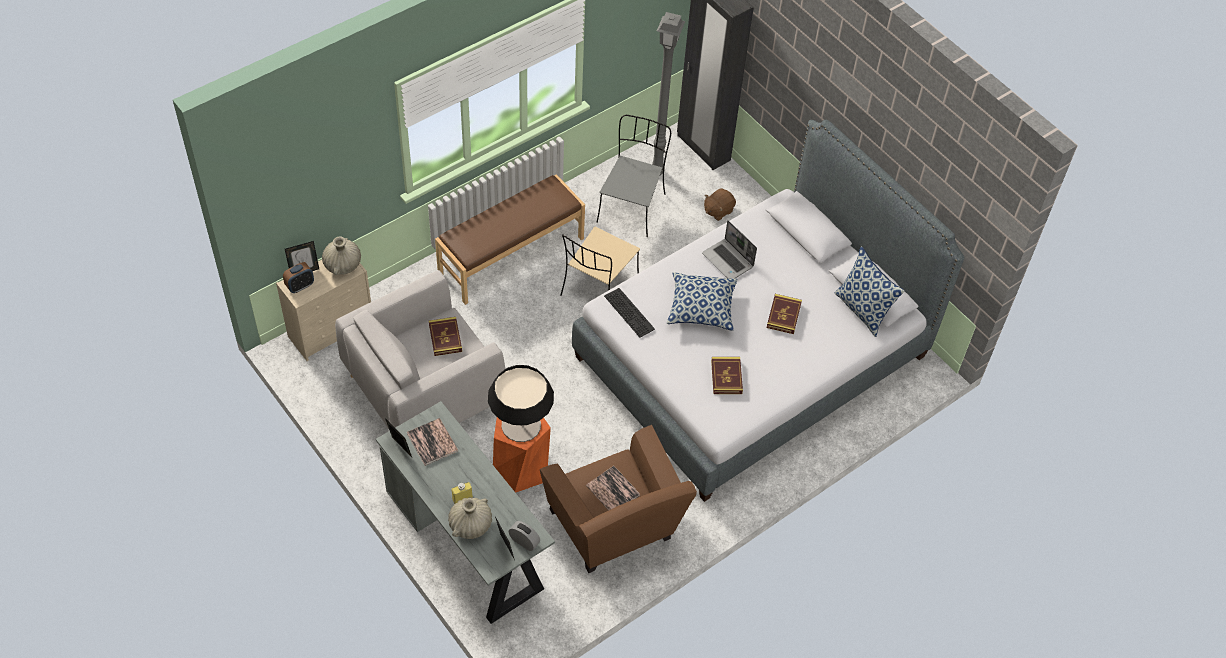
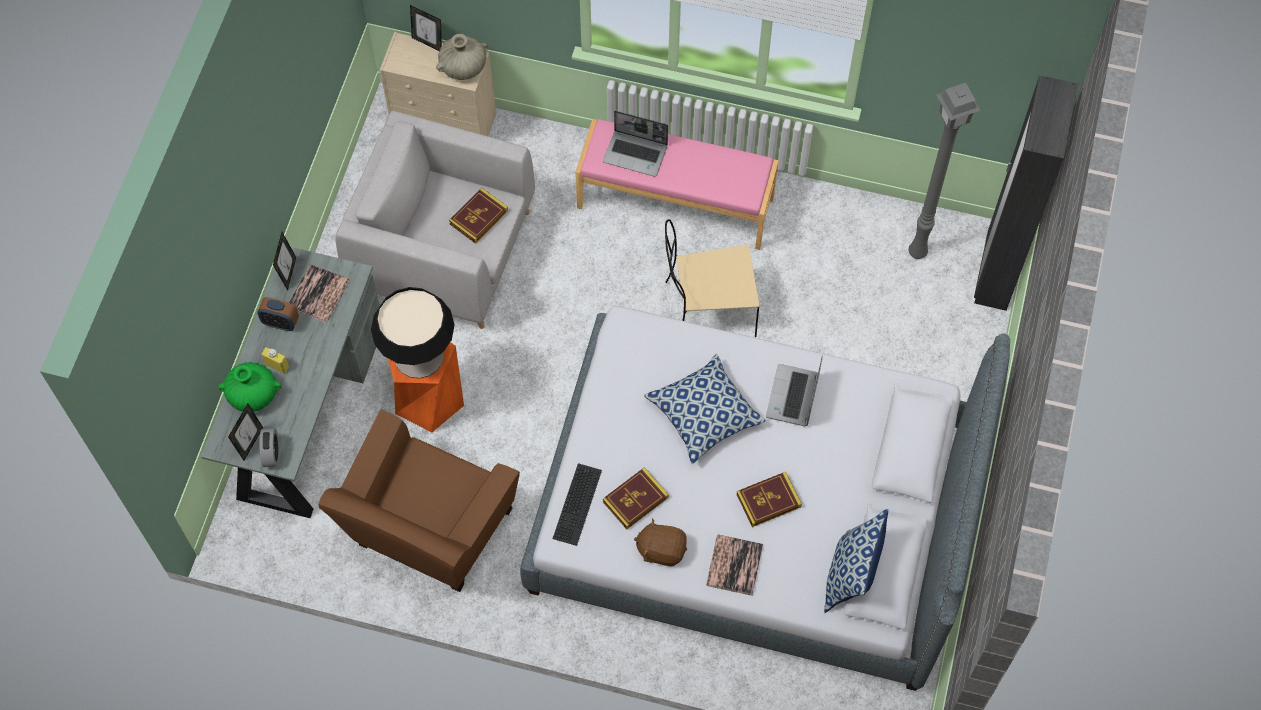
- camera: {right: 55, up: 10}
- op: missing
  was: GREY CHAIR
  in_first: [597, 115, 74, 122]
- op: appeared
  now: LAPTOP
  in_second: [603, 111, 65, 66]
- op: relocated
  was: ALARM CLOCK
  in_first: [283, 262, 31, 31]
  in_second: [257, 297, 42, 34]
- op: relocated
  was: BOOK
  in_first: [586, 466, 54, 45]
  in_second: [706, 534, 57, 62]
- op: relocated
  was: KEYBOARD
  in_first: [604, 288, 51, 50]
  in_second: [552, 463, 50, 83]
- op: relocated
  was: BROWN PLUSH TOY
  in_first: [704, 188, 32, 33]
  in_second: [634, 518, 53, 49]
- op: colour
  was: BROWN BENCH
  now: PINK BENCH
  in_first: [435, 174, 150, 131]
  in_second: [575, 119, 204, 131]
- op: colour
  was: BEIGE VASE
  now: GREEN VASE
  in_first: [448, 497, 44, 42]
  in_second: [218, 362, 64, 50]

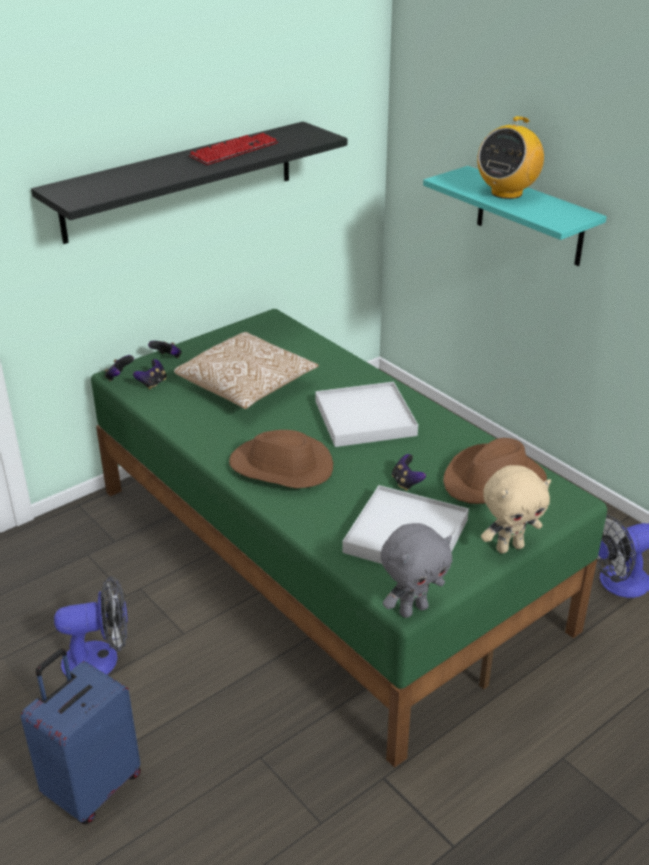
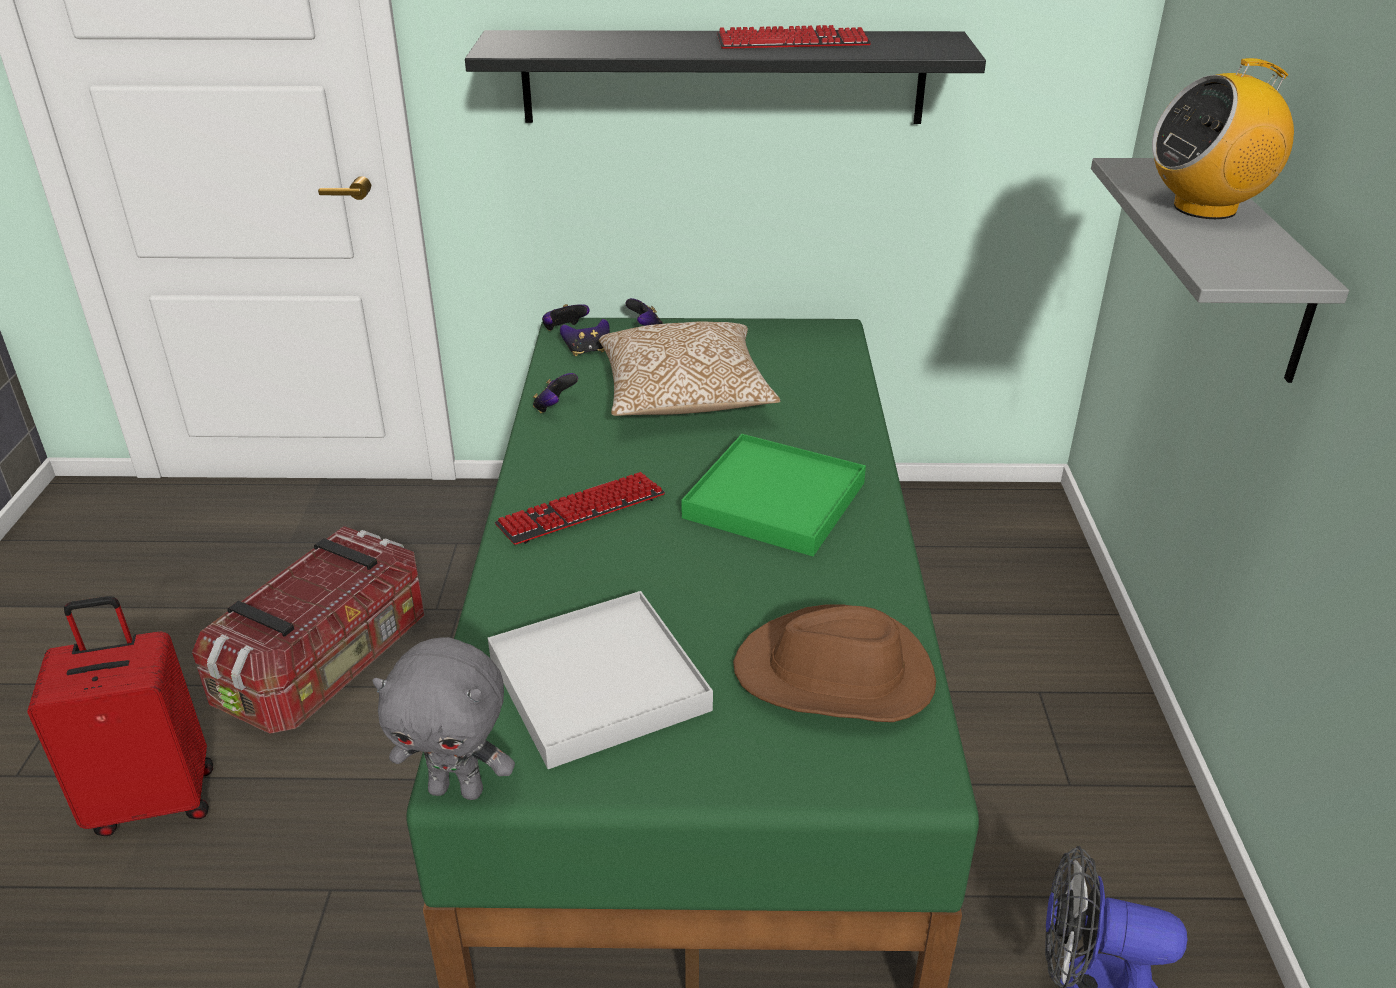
- camera: {right: 40, up: 0}
- op: missing
  was: BEIGE PLUSH TOY
  in_first: [481, 465, 70, 88]
- op: relocated
  was: GAME CONTROLLER
  in_first: [392, 454, 34, 37]
  in_second: [533, 373, 45, 41]
- op: exchanged
  was: FAN
  now: STORAGE BOX
  in_first: [54, 576, 74, 101]
  in_second: [192, 526, 232, 208]
- op: exchanged
  was: BROWN HAT
  now: KEYBOARD
  in_first: [229, 430, 104, 58]
  in_second: [495, 472, 170, 73]
- op: colour
  was: BLUE SUITCASE
  now: RED SUITCASE
  in_first: [21, 648, 120, 176]
  in_second: [28, 596, 185, 240]
- op: colour
  was: WHITE TRAY
  now: GREEN TRAY
  in_first: [316, 382, 102, 65]
  in_second: [682, 434, 184, 122]
- op: colour
  was: TURQUOISE SHELF
  now: GREY SHELF
  in_first: [423, 166, 184, 100]
  in_second: [1091, 158, 258, 225]

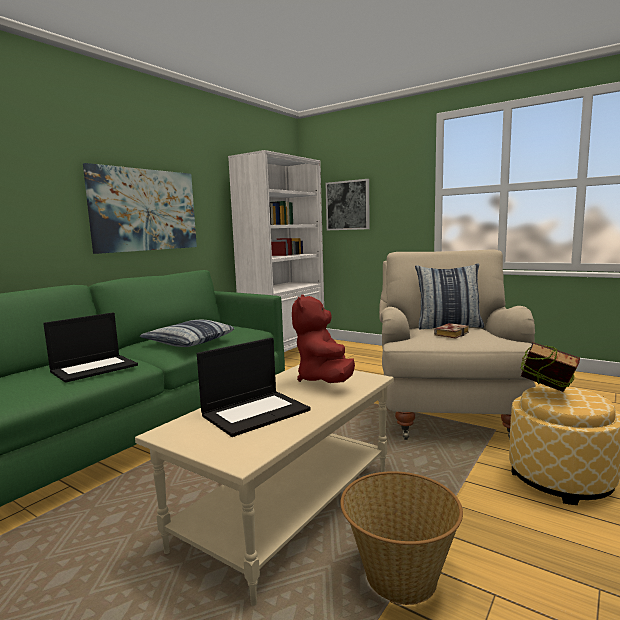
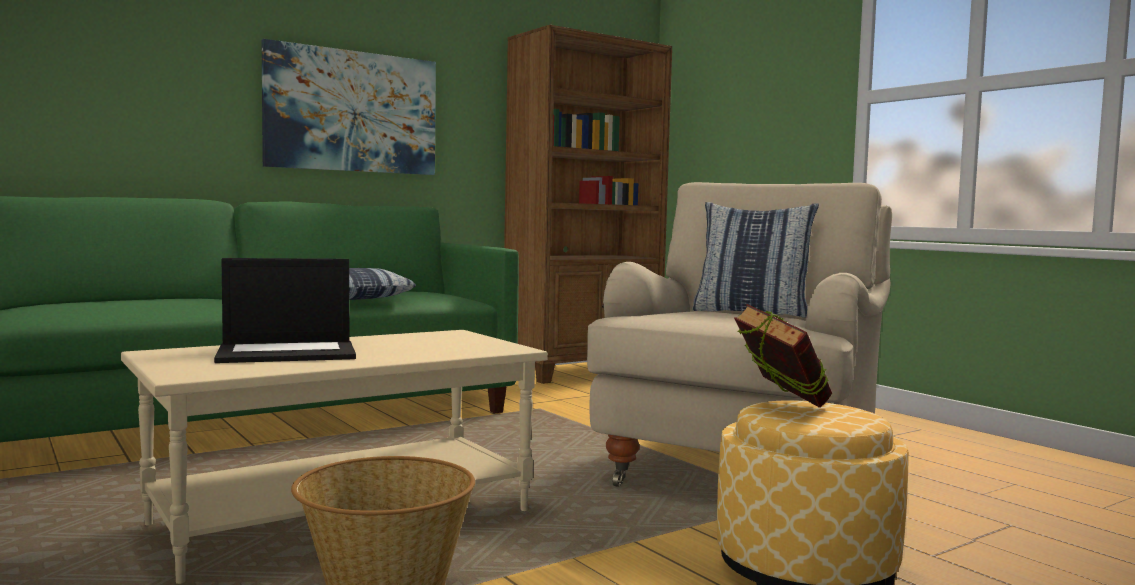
- camera: {right: 20, up: -5}
- op: missing
  was: LAPTOP
  in_first: [43, 312, 95, 71]
- op: missing
  was: RED PLUSH TOY
  in_first: [292, 295, 63, 88]
- op: missing
  was: PICTURE
  in_first: [325, 179, 45, 51]
- op: missing
  was: BOOK
  in_first: [434, 323, 35, 15]
- op: colour
  was: WHITE BOOKCASE
  now: BROWN BOOKCASE
  in_first: [228, 150, 96, 202]
  in_second: [504, 25, 168, 359]

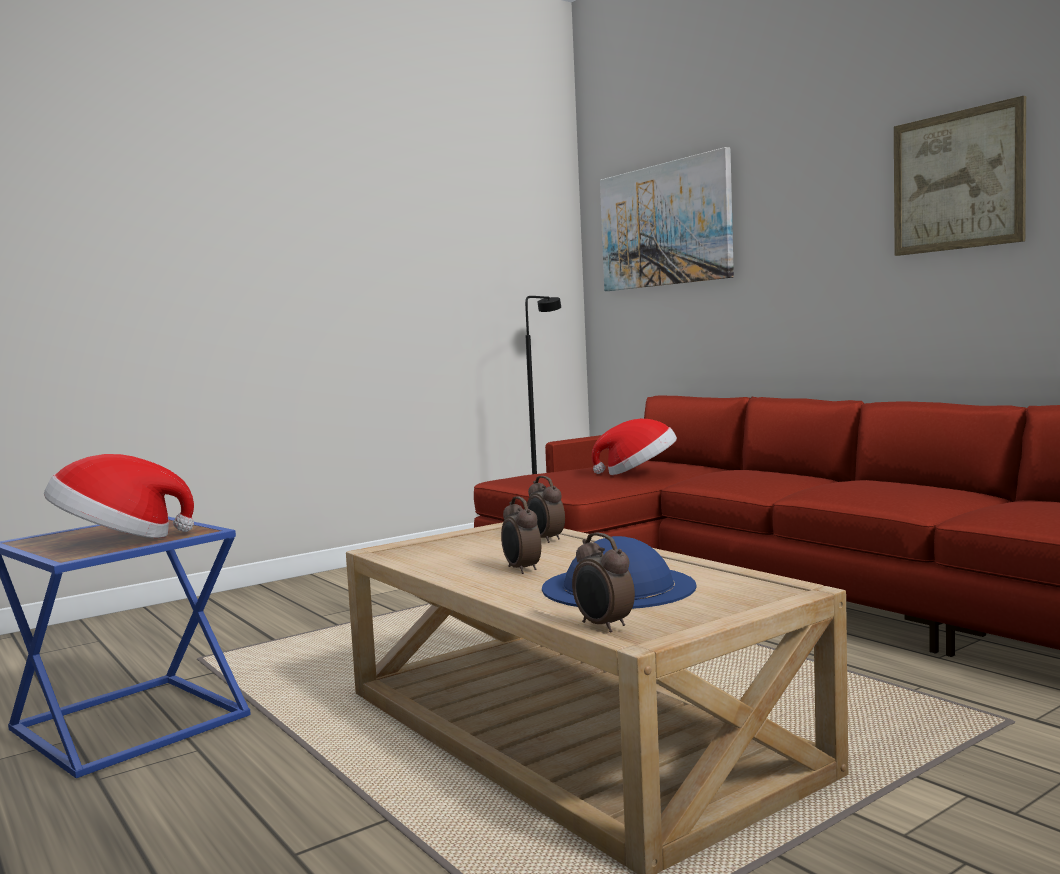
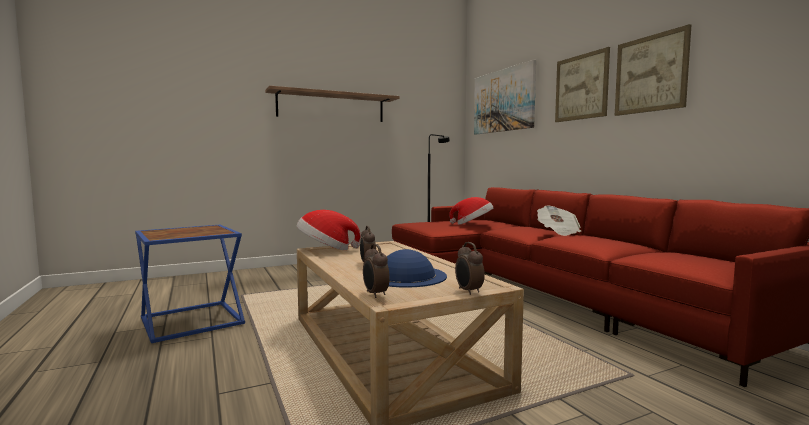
- camera: {right: 10, up: 0}
- op: appeared
  now: SHELF
  in_second: [265, 86, 134, 36]
- op: appeared
  now: NEWSPAPER
  in_second: [537, 205, 44, 31]
- op: appeared
  now: PICTURE
  in_second: [555, 47, 55, 75]
- op: relocated
  was: HAT
  in_first: [44, 454, 150, 84]
  in_second: [297, 210, 64, 40]
- op: relocated
  was: ALARM CLOCK
  in_first: [527, 476, 38, 67]
  in_second: [455, 242, 30, 53]

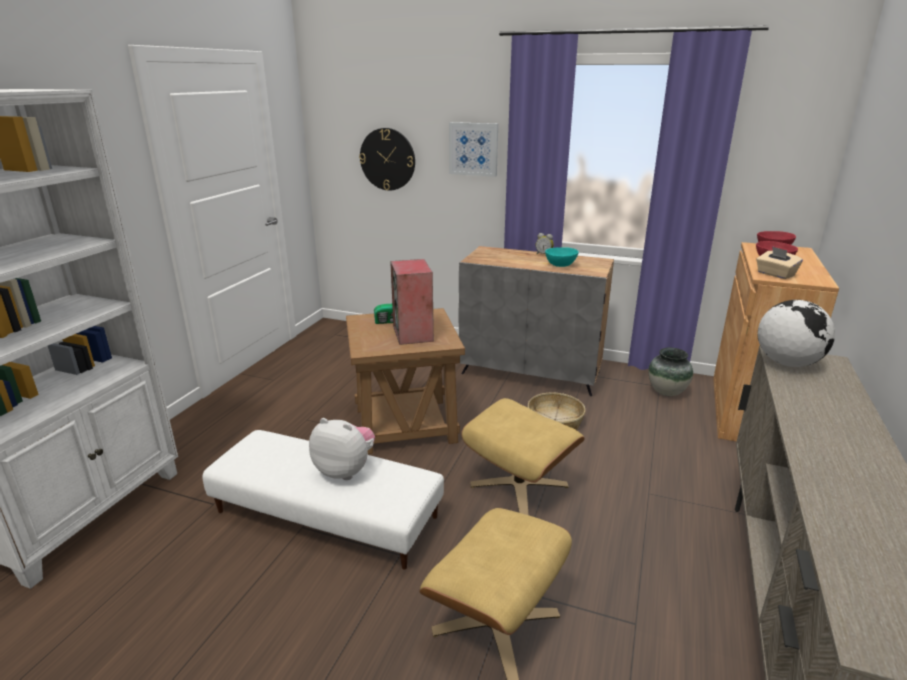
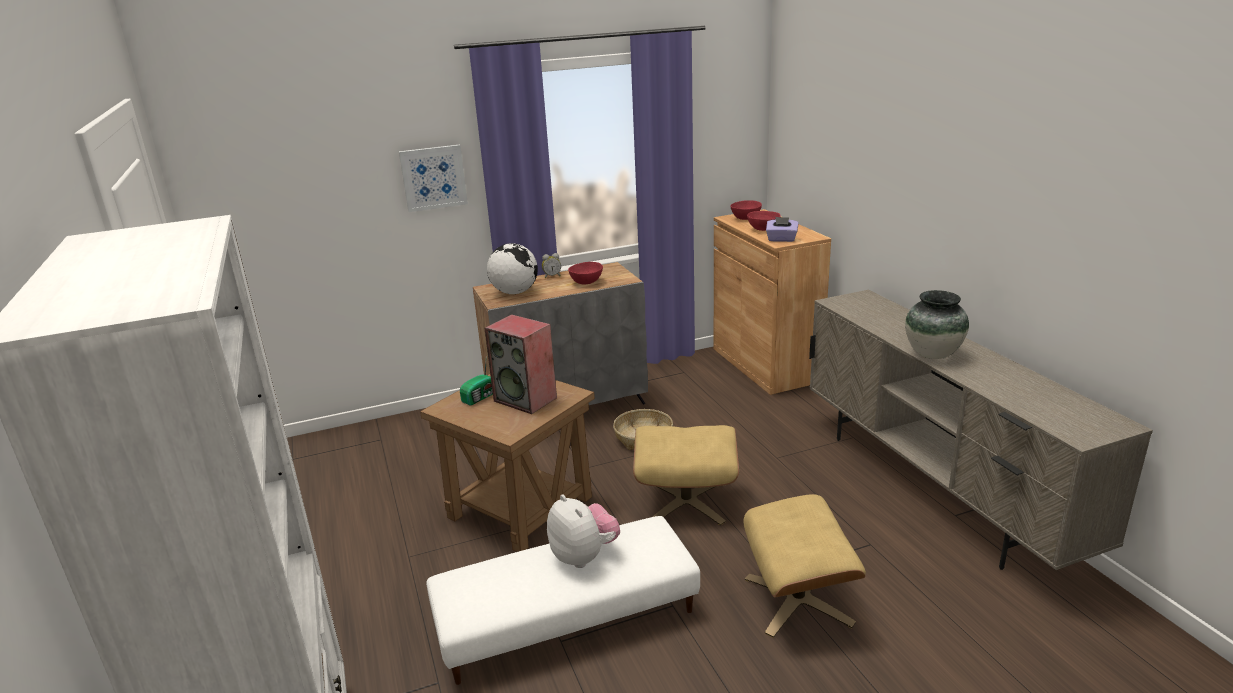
- camera: {right: -40, up: 0}
- op: missing
  was: WALL CLOCK
  in_first: [359, 128, 56, 63]
- op: relocated
  was: VASE
  in_first: [648, 347, 45, 49]
  in_second: [905, 290, 64, 69]
- op: relocated
  was: GLOBE
  in_first: [758, 300, 77, 67]
  in_second: [487, 243, 51, 51]
- op: colour
  was: TURQUOISE BOWL
  now: RED BOWL
  in_first: [545, 247, 34, 20]
  in_second: [568, 262, 35, 22]
- op: colour
  was: BEIGE TISSUE BOX
  now: PURPLE TISSUE BOX
  in_first: [756, 246, 47, 33]
  in_second: [766, 217, 33, 25]
- op: spun
  was: PLUSH TOY
  in_first: [309, 418, 66, 62]
  in_second: [547, 495, 73, 73]
  clockwise: 75

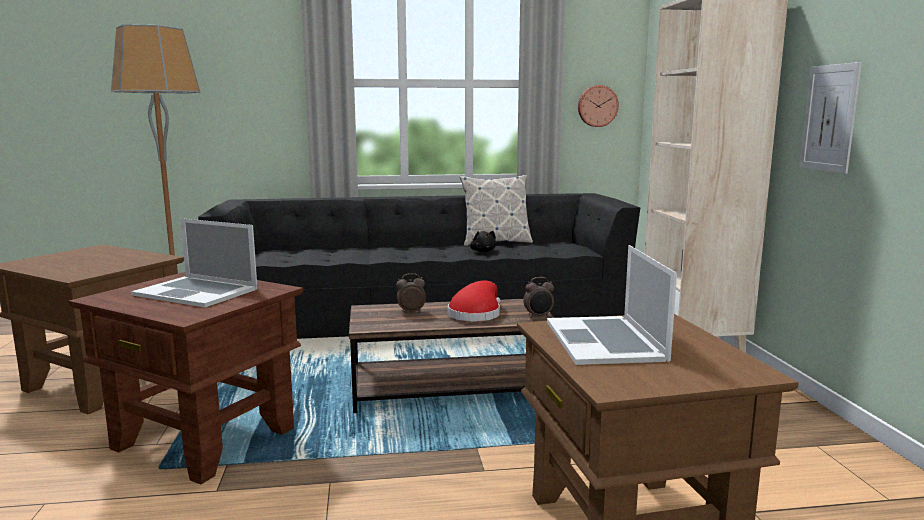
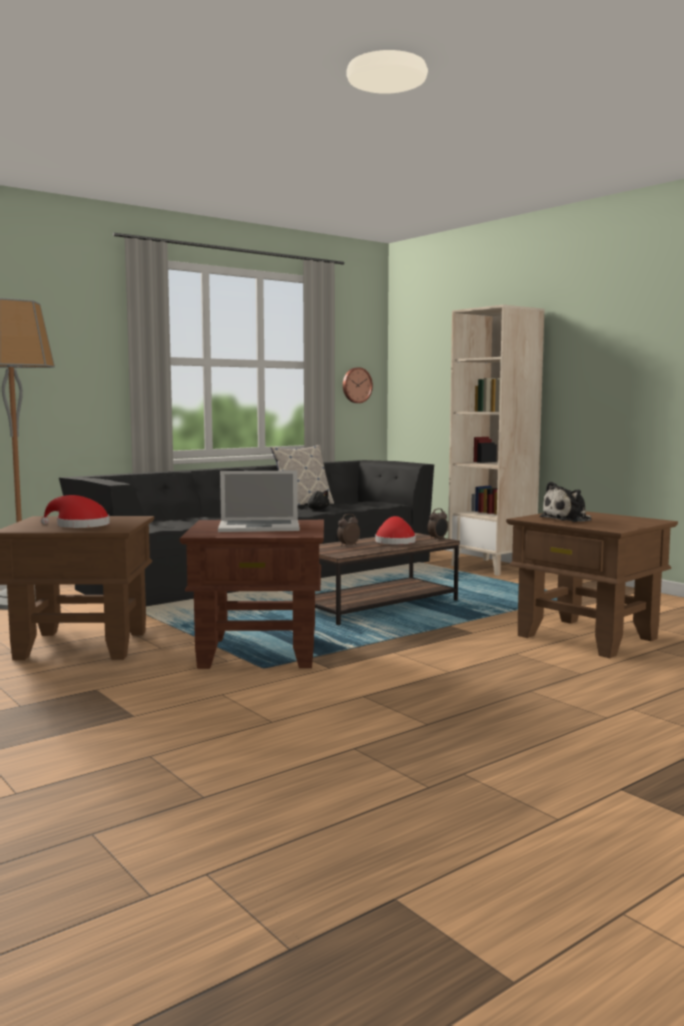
- camera: {right: -30, up: -5}
- op: missing
  was: PICTURE
  in_first: [799, 62, 63, 112]
- op: appeared
  now: RED HAT
  in_second: [41, 495, 69, 33]
- op: exchanged
  was: LAPTOP
  now: PLUSH TOY
  in_first: [547, 245, 130, 120]
  in_second: [540, 482, 52, 40]

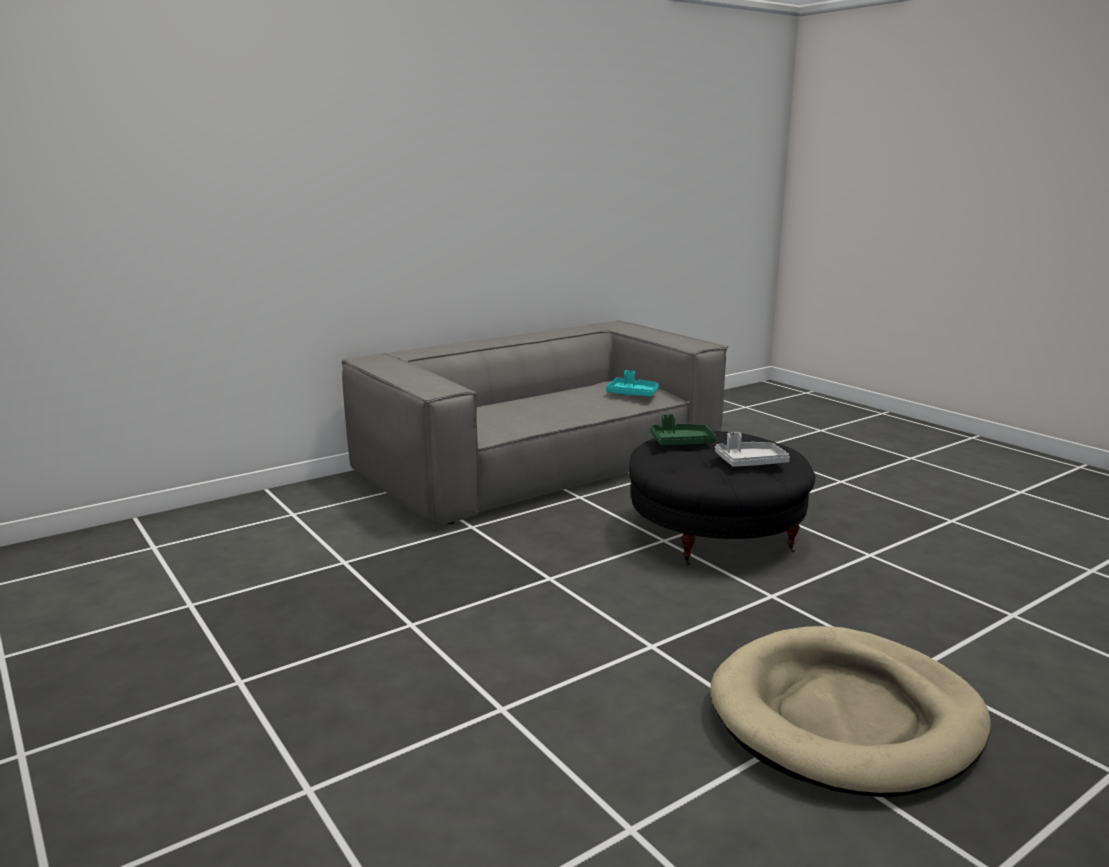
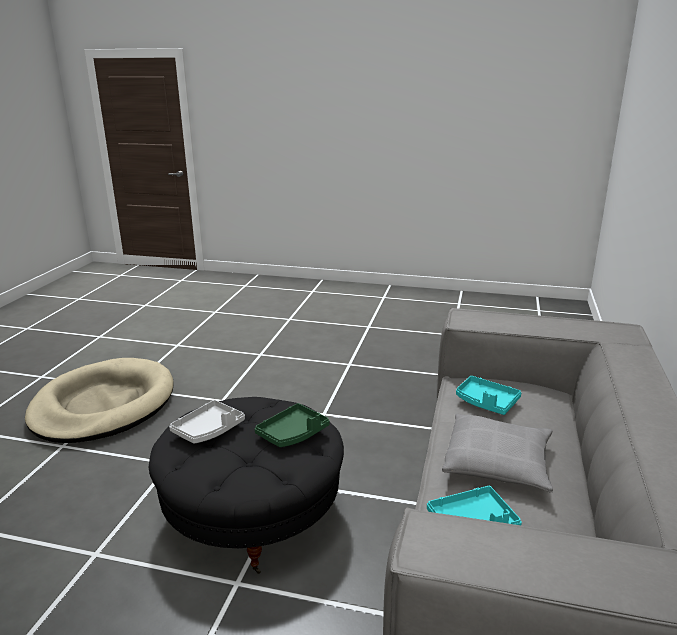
- camera: {right: 140, up: 5}
- op: appeared
  now: GREY PILLOW
  in_second: [442, 414, 111, 79]
- op: appeared
  now: TURQUOISE TRAY
  in_second: [456, 376, 65, 39]

